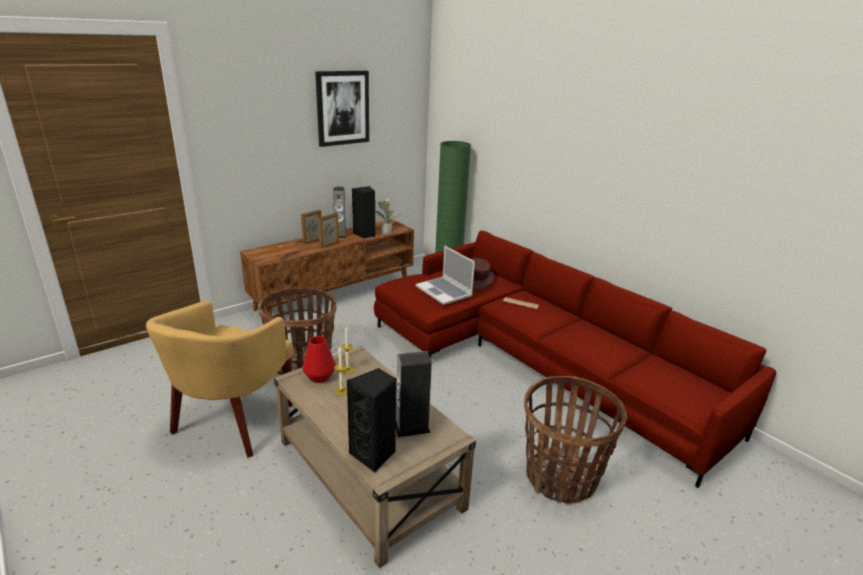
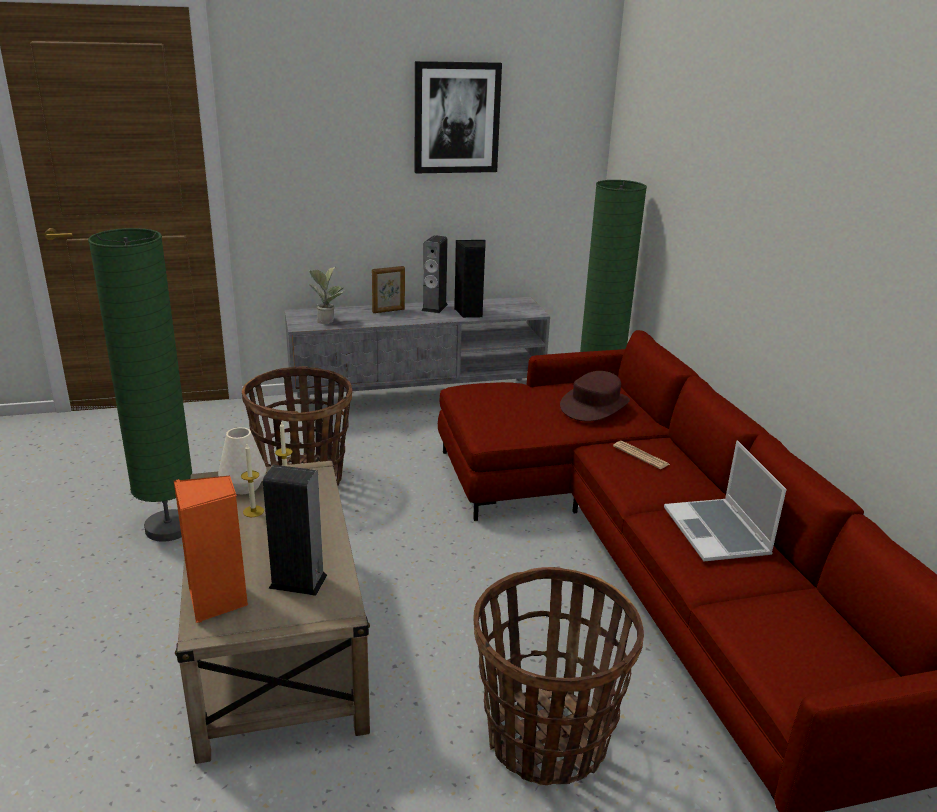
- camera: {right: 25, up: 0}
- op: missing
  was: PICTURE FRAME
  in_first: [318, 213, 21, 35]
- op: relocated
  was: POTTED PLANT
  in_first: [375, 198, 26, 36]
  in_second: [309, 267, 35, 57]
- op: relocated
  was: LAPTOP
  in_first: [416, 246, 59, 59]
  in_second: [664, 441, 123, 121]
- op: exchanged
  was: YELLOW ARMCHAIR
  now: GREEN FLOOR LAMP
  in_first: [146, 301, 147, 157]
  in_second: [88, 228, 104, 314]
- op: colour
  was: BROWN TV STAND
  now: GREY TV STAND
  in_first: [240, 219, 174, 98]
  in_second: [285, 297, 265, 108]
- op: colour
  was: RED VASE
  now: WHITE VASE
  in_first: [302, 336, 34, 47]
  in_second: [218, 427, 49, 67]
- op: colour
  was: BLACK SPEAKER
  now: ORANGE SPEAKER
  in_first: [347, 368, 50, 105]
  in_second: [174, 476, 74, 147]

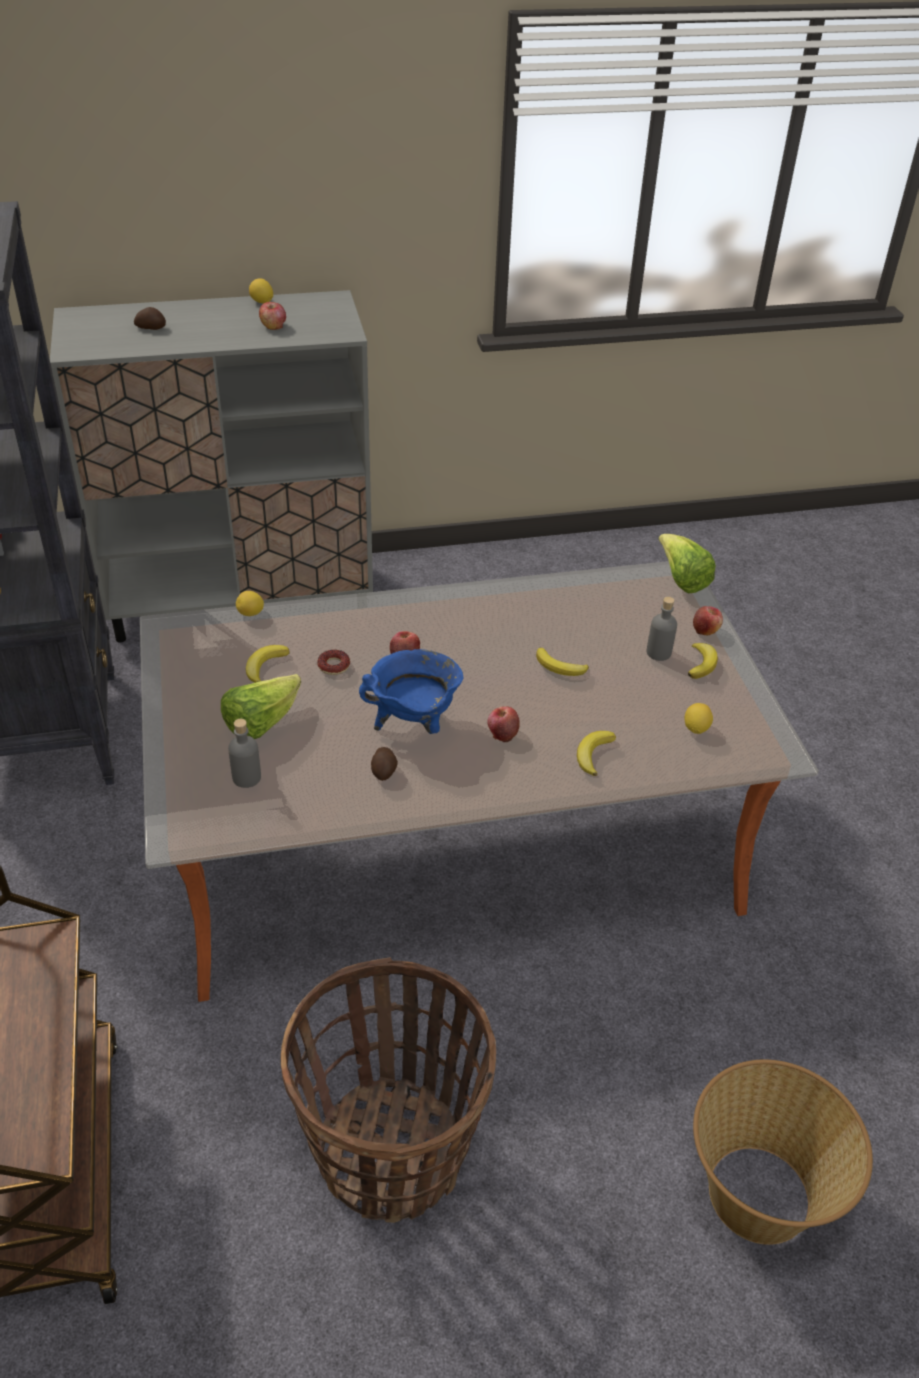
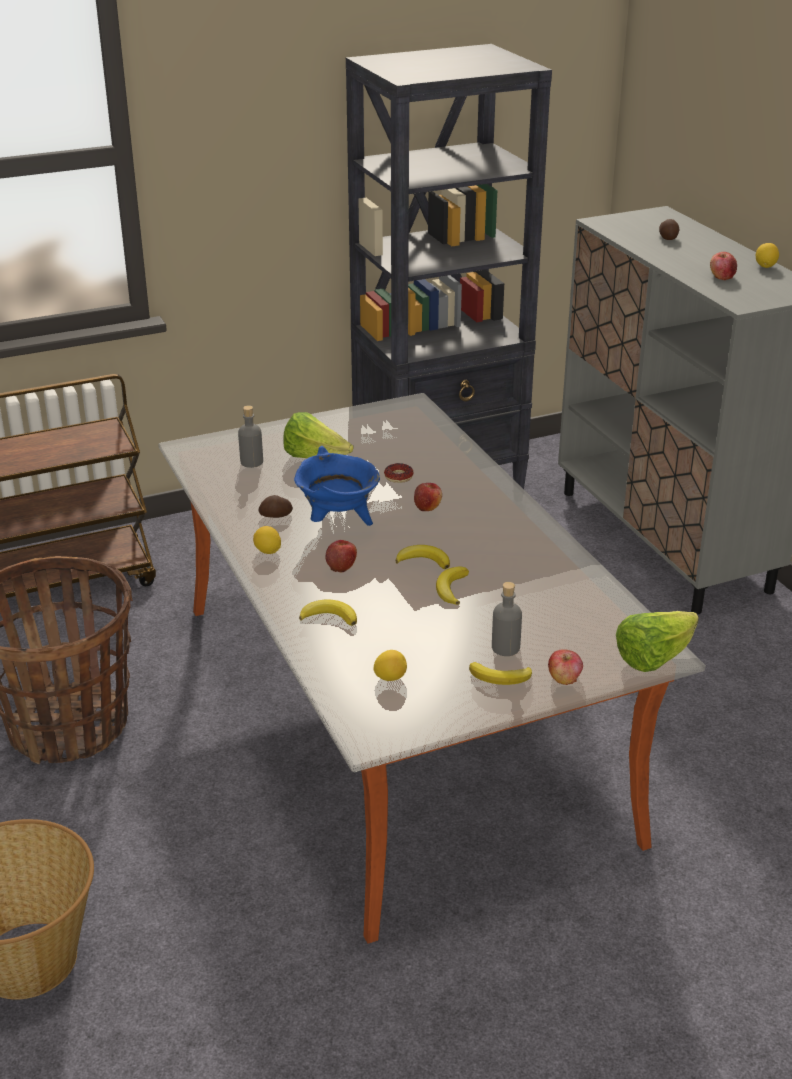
- camera: {right: 80, up: -10}
- op: relocated
  was: LEMON
  in_first: [236, 591, 28, 25]
  in_second: [253, 526, 28, 28]
- op: relocated
  was: BANANA
  in_first: [246, 645, 44, 38]
  in_second: [396, 545, 54, 24]

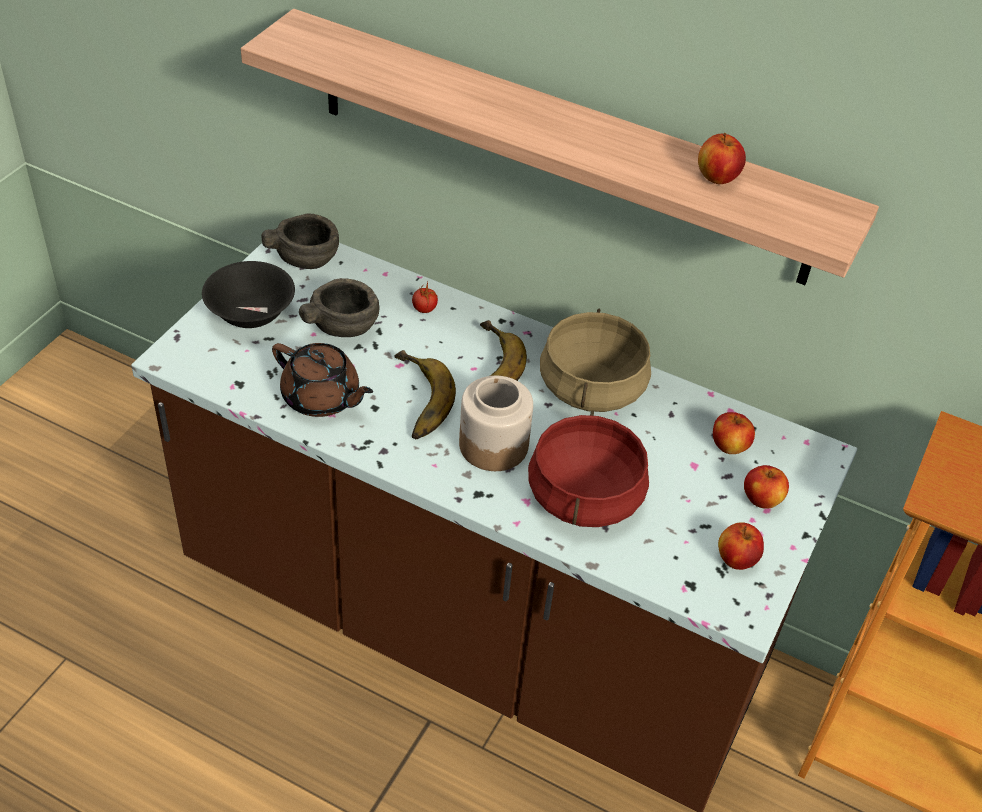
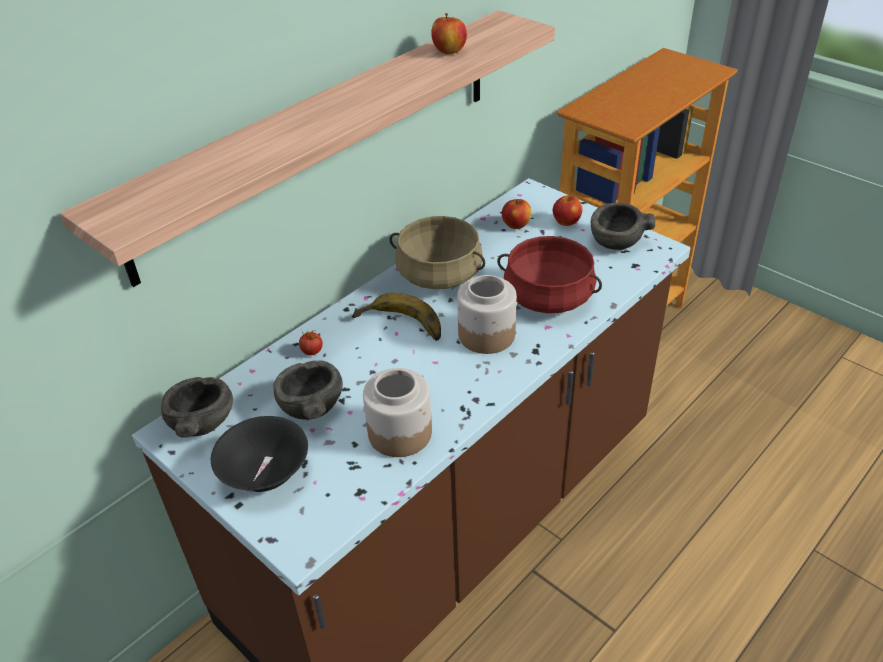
- camera: {right: -70, up: -5}
- op: missing
  was: BANANA
  in_first: [394, 350, 62, 90]
- op: exchanged
  was: BROWN TEAPOT
  now: JAR
  in_first: [272, 343, 101, 74]
  in_second: [363, 368, 69, 89]
- op: exchanged
  was: APPLE
  now: GREY BOWL
  in_first: [718, 522, 46, 48]
  in_second: [591, 203, 64, 47]

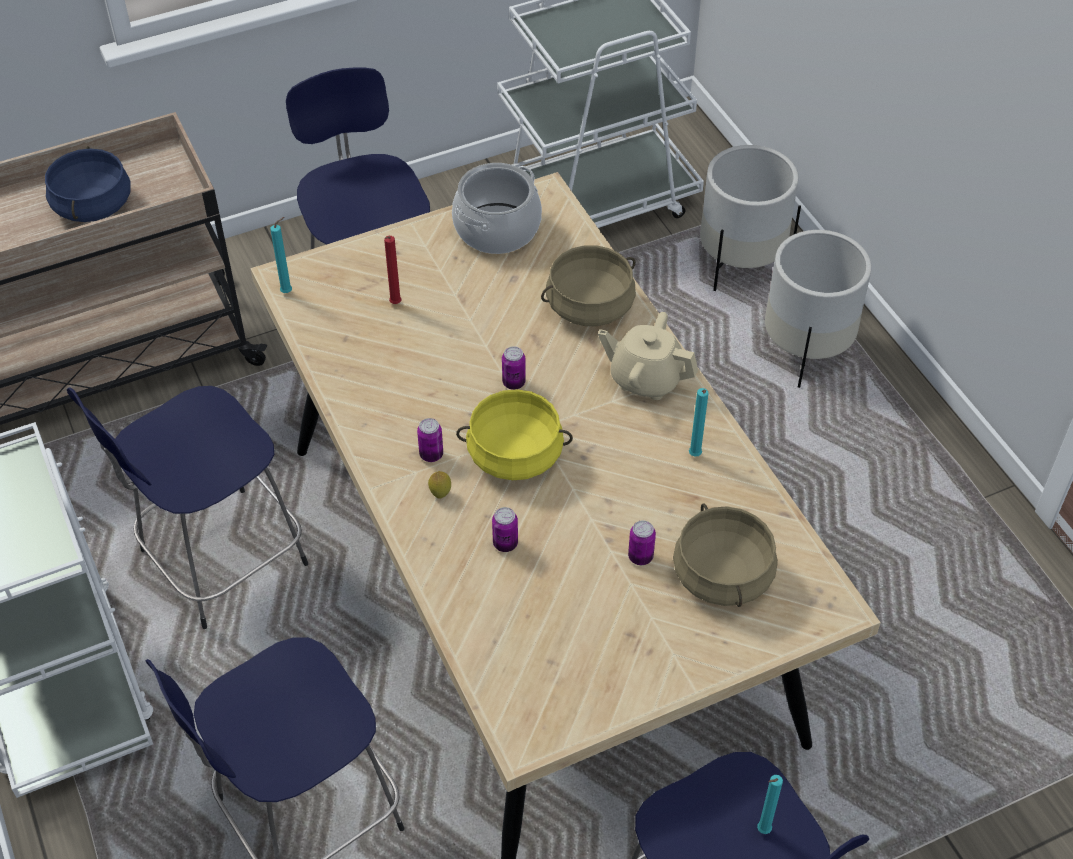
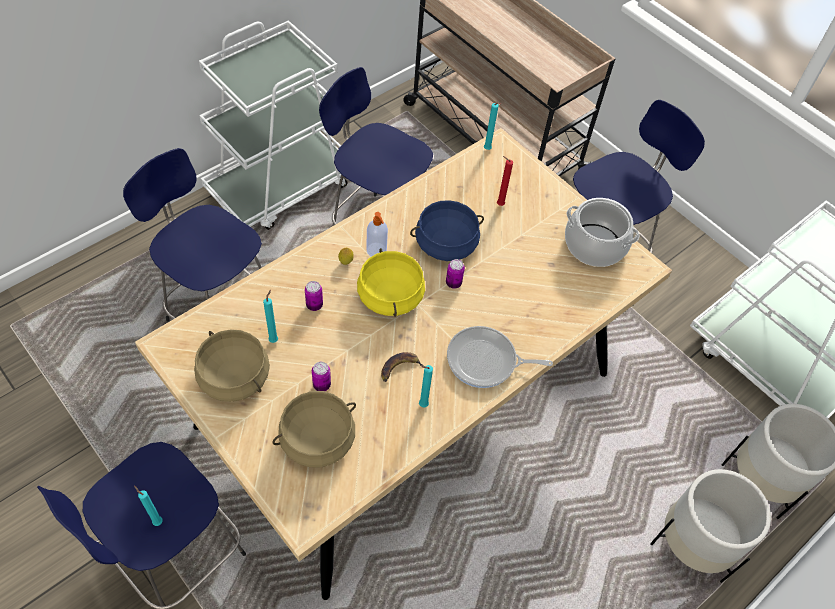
- camera: {right: 70, up: 5}
- op: appeared
  now: TURQUOISE CANDLE
  in_second: [263, 290, 15, 53]
- op: appeared
  now: BANANA
  in_second: [381, 352, 43, 30]
- op: relocated
  was: BLUE COOKING POT
  in_first: [45, 146, 86, 76]
  in_second: [410, 200, 74, 61]
- op: relocated
  was: BEIGE COOKING POT
  in_first: [541, 245, 95, 81]
  in_second: [194, 329, 76, 73]
- op: exchanged
  was: CAN
  now: SOAP DISPENSER
  in_first: [417, 418, 26, 44]
  in_second: [366, 212, 22, 45]
- op: exchanged
  was: BEIGE TEAPOT
  now: FRYING PAN
  in_first: [598, 312, 100, 88]
  in_second: [447, 326, 106, 62]

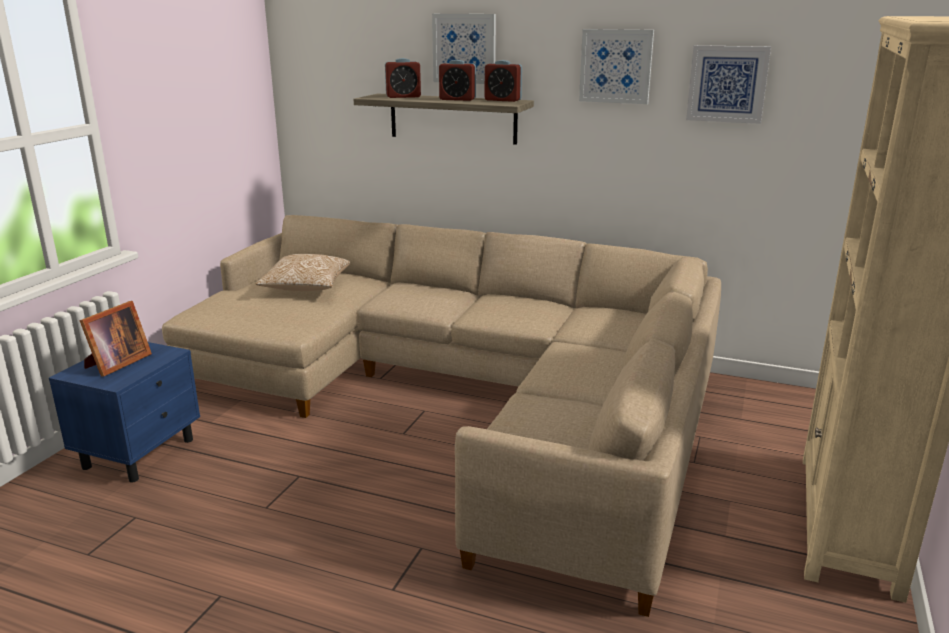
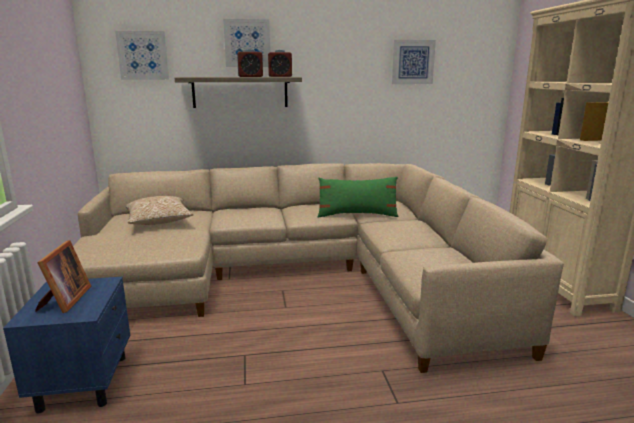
- camera: {right: -30, up: -5}
- op: missing
  was: ALARM CLOCK
  in_first: [385, 58, 36, 40]
- op: appeared
  now: GREEN PILLOW
  in_second: [318, 177, 81, 40]
- op: relocated
  was: PICTURE
  in_first: [579, 29, 75, 75]
  in_second: [115, 31, 54, 49]

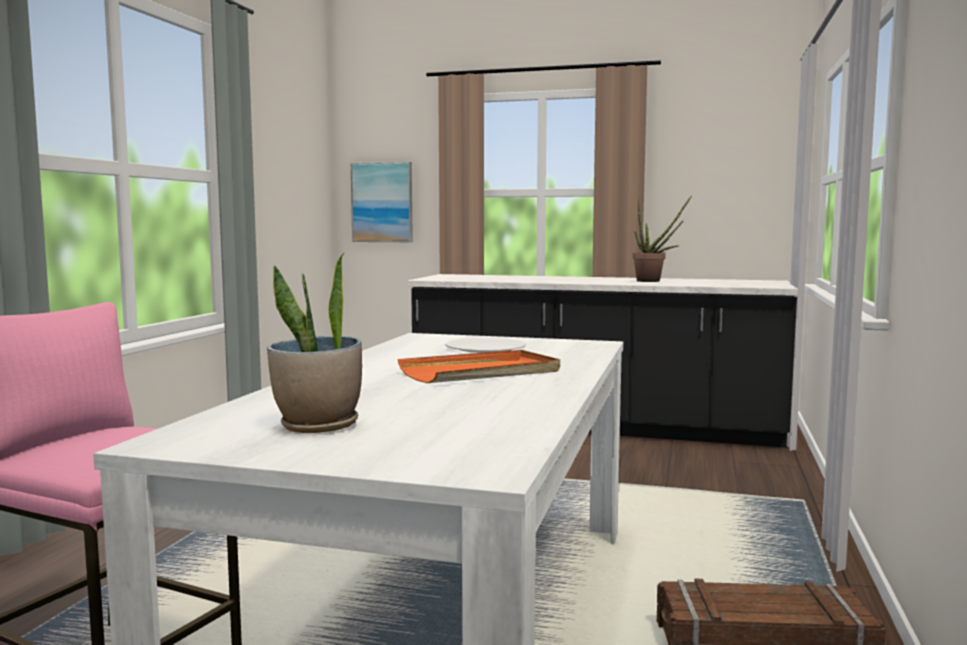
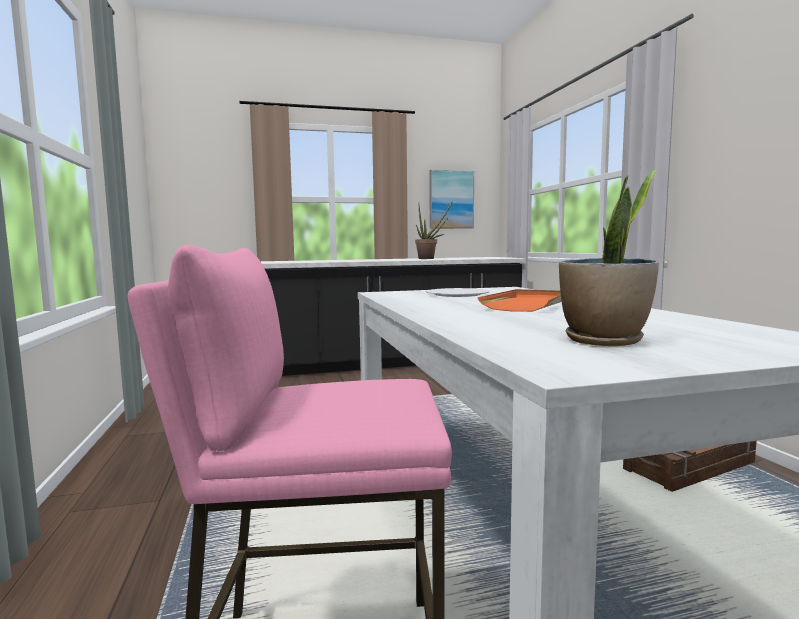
- camera: {right: -30, up: 0}
- op: relocated
  was: PICTURE
  in_first: [351, 162, 62, 80]
  in_second: [429, 169, 45, 60]

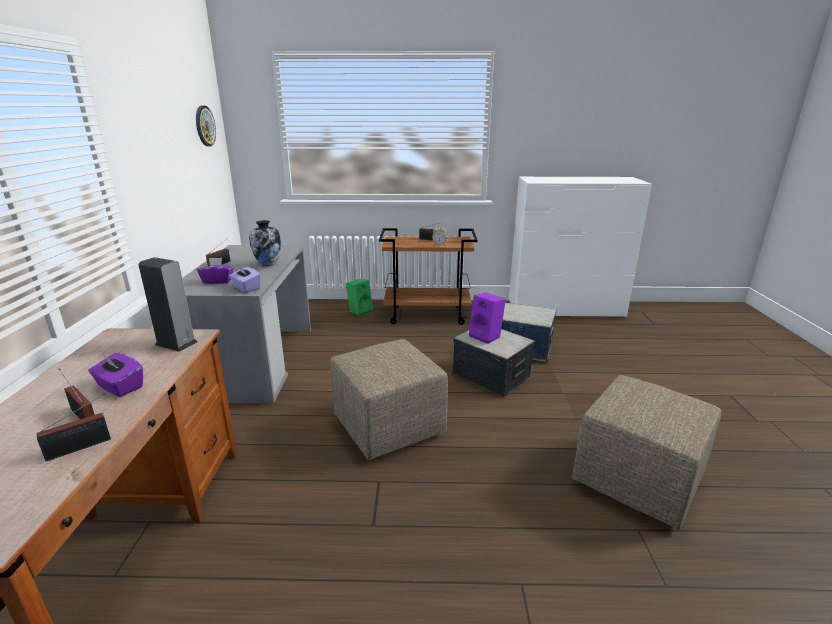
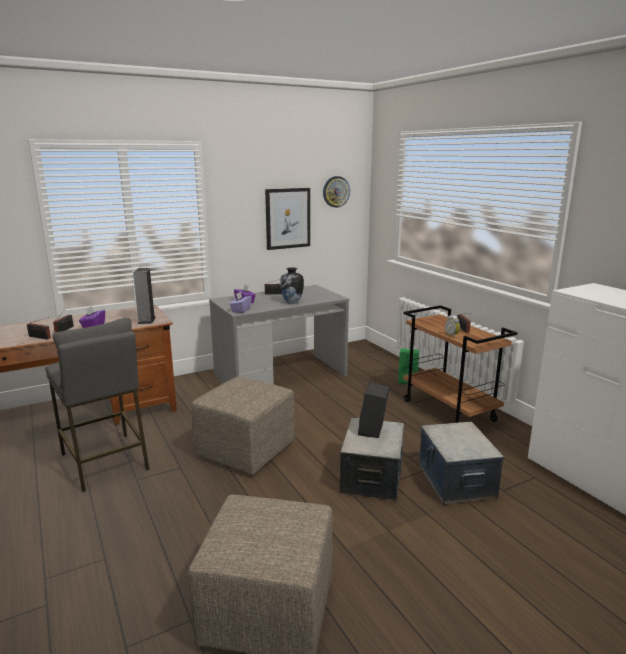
- camera: {right: 60, up: -5}
- op: appeared
  now: GREY STOOL
  in_second: [45, 318, 105, 174]
- op: appeared
  now: PICTURE
  in_second: [265, 188, 45, 62]
- op: colour
  was: PURPLE SPEAKER
  now: BLACK SPEAKER
  in_first: [469, 293, 37, 51]
  in_second: [358, 382, 32, 56]

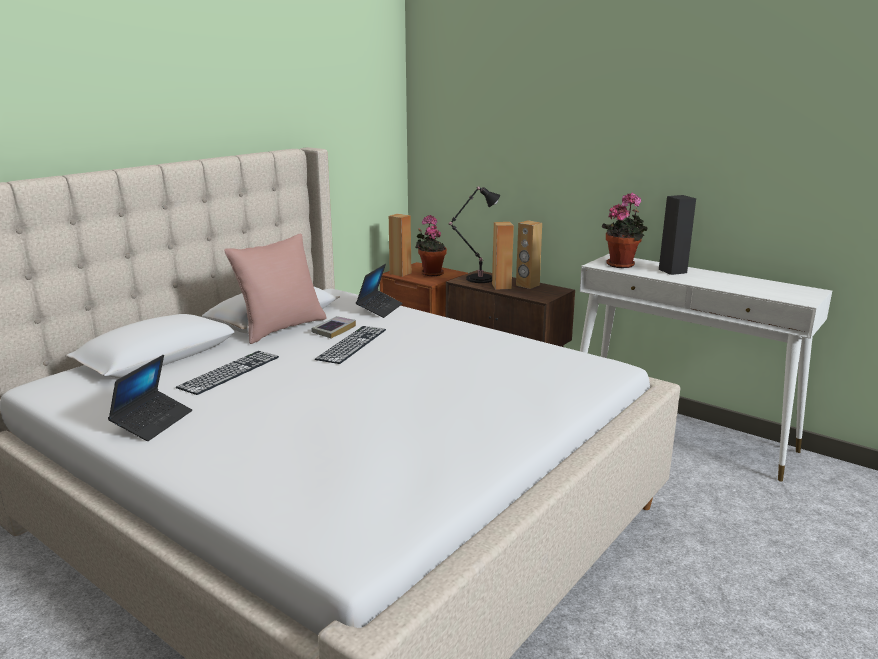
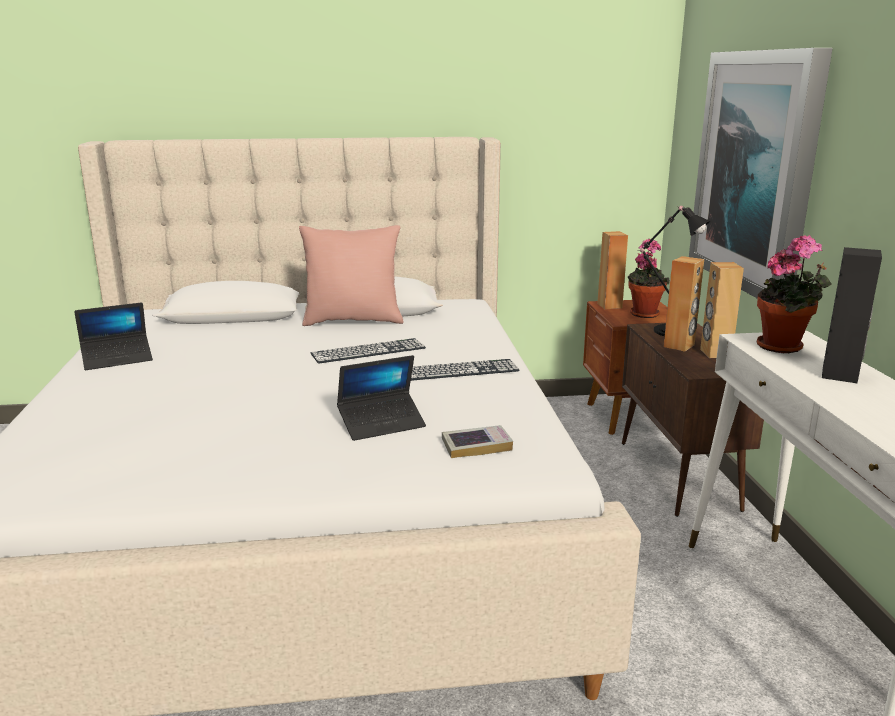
- camera: {right: 45, up: 0}
- op: appeared
  now: PICTURE
  in_second: [689, 48, 144, 251]
- op: relocated
  was: KEYBOARD
  in_first: [176, 351, 103, 44]
  in_second: [411, 359, 109, 22]
- op: relocated
  was: BOOK
  in_first: [311, 316, 45, 23]
  in_second: [442, 425, 71, 33]
- op: relocated
  was: LAPTOP
  in_first: [356, 264, 47, 54]
  in_second: [337, 355, 89, 86]

